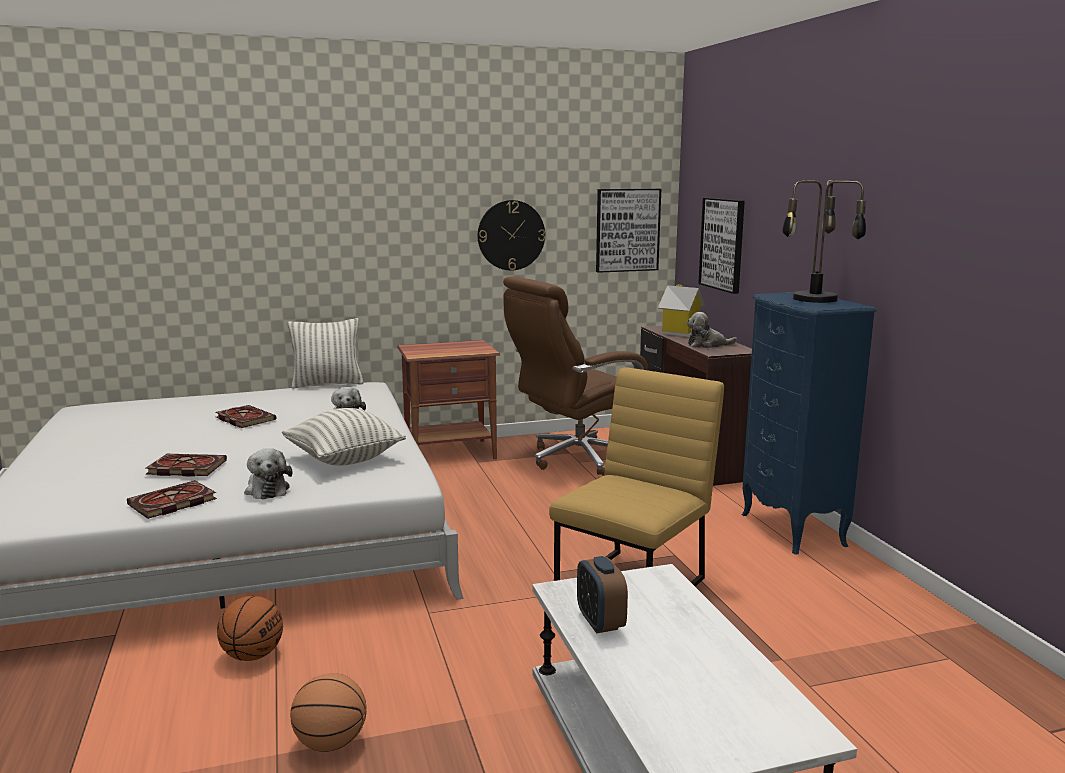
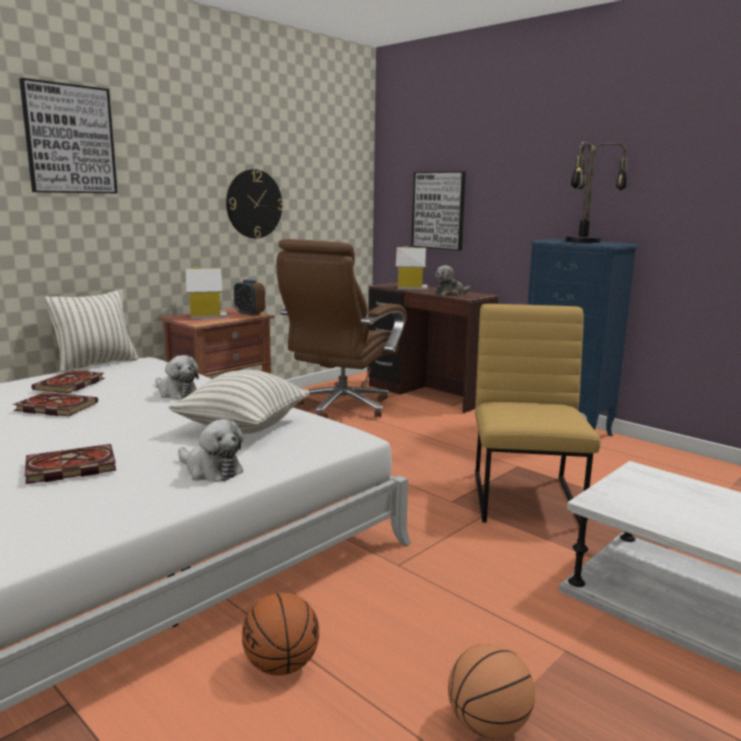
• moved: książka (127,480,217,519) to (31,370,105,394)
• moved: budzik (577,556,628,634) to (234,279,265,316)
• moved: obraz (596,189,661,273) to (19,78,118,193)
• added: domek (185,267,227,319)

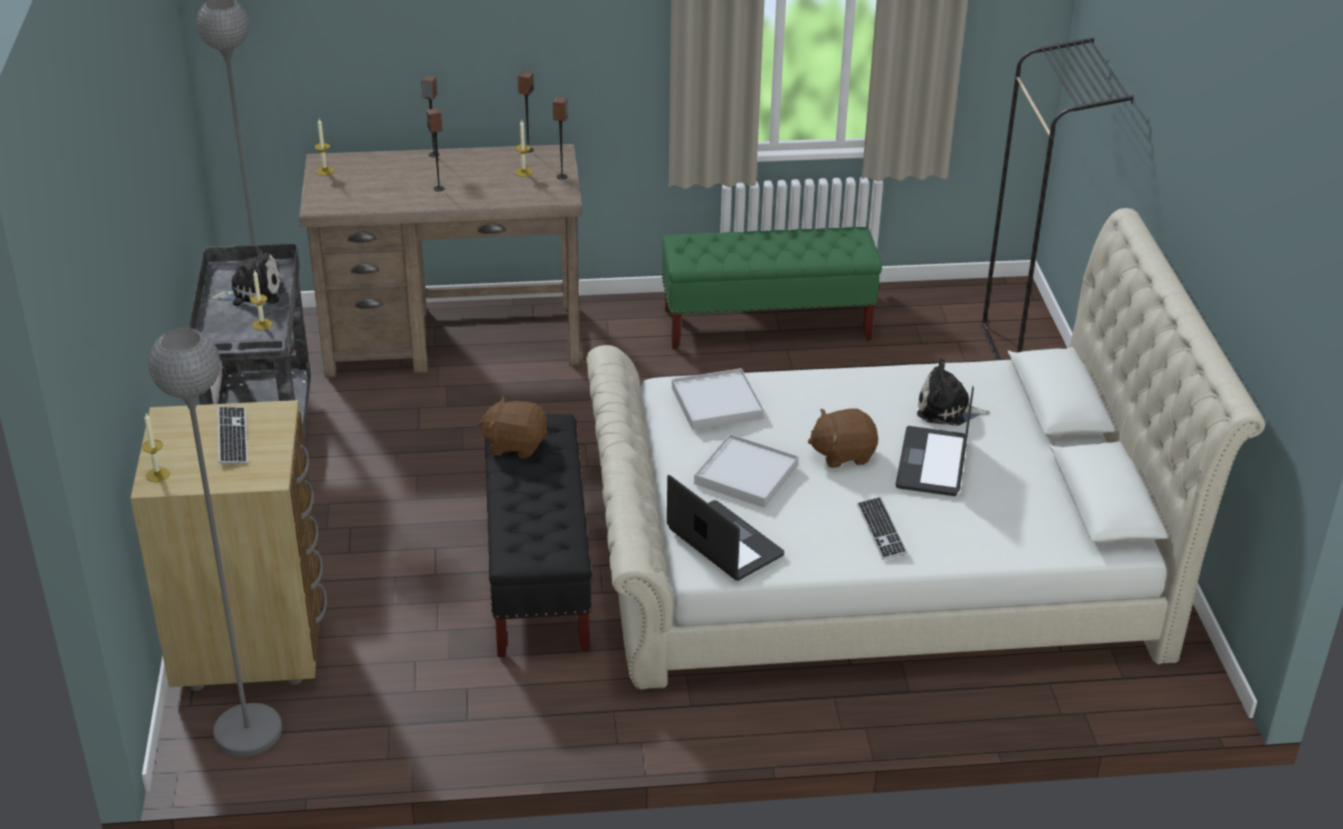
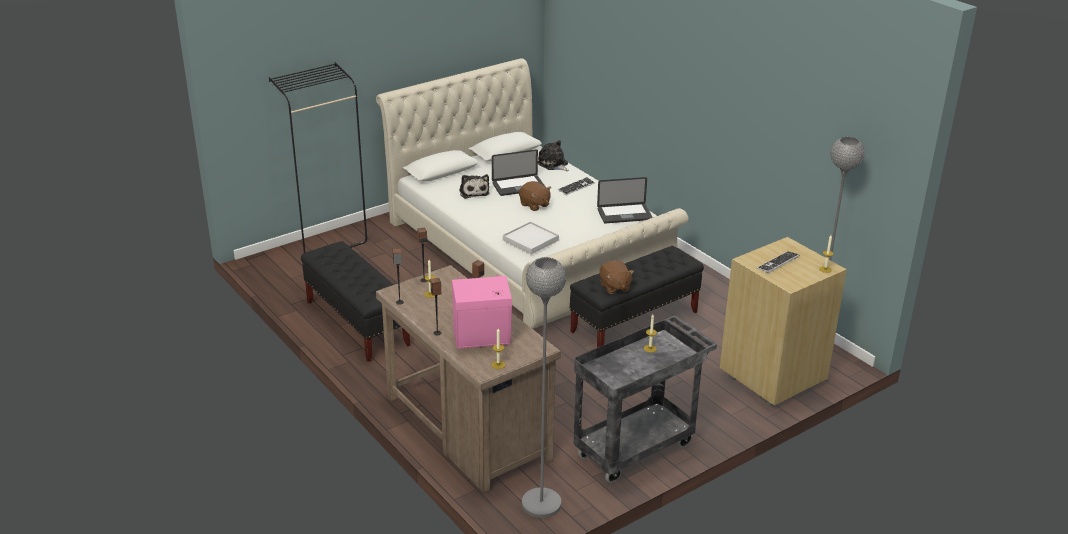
• moved: pluszak (211,245,281,307) to (538,140,569,171)
• recoloured: ławka (zielony) (661,227,882,349) to ławka (czarny) (301,241,410,362)
• turned: laptop (667,475,784,581) = (597,177,653,223) 120 degrees counterclockwise
• removed: taca (biały) (694,434,798,508)
• added: głośnik (różowy) (452,274,512,349)

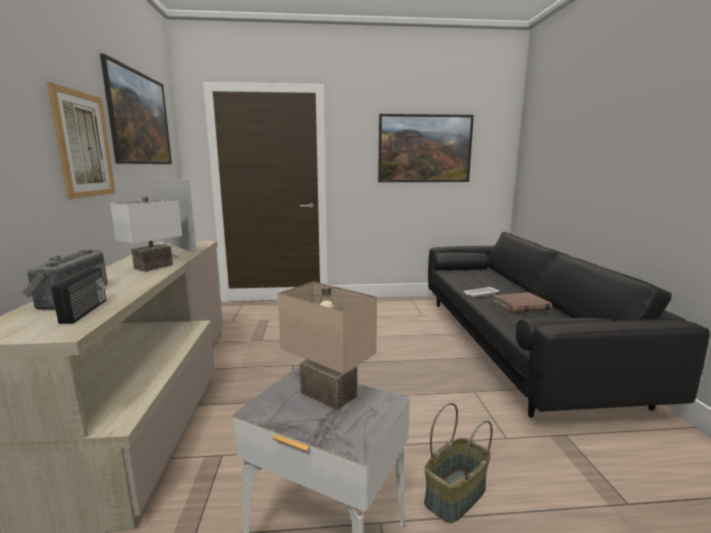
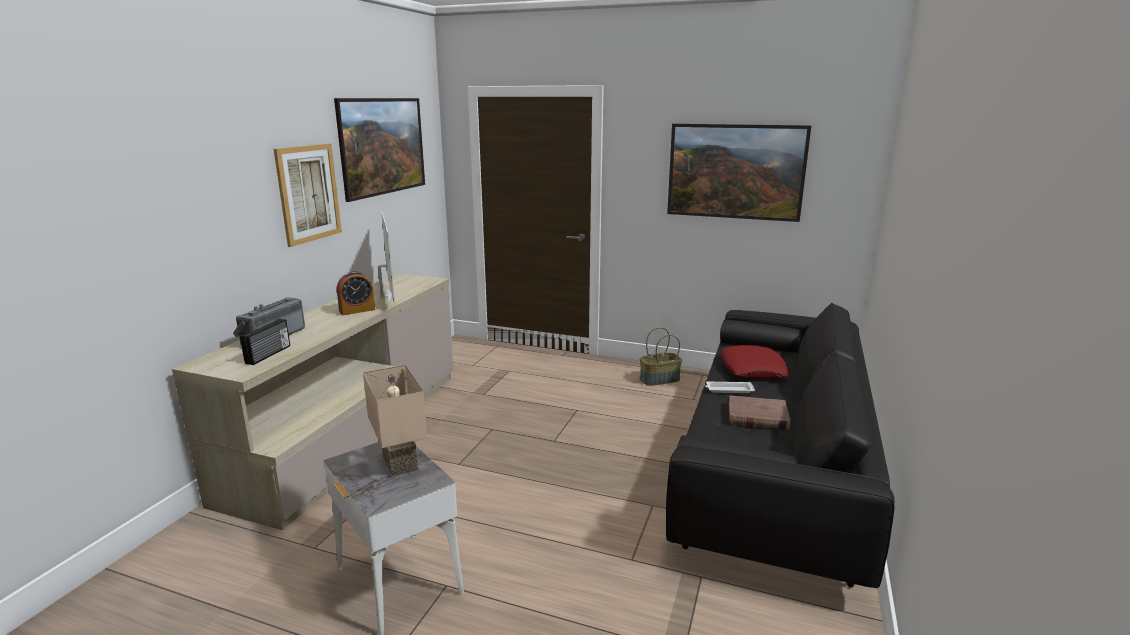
• replaced: lampa stołowa (biały) (110,196,182,272) to budzik (337,271,375,315)
• moved: koszyk (424,403,493,523) to (640,327,682,386)
• added: poduszka (czerwony) (722,345,789,379)

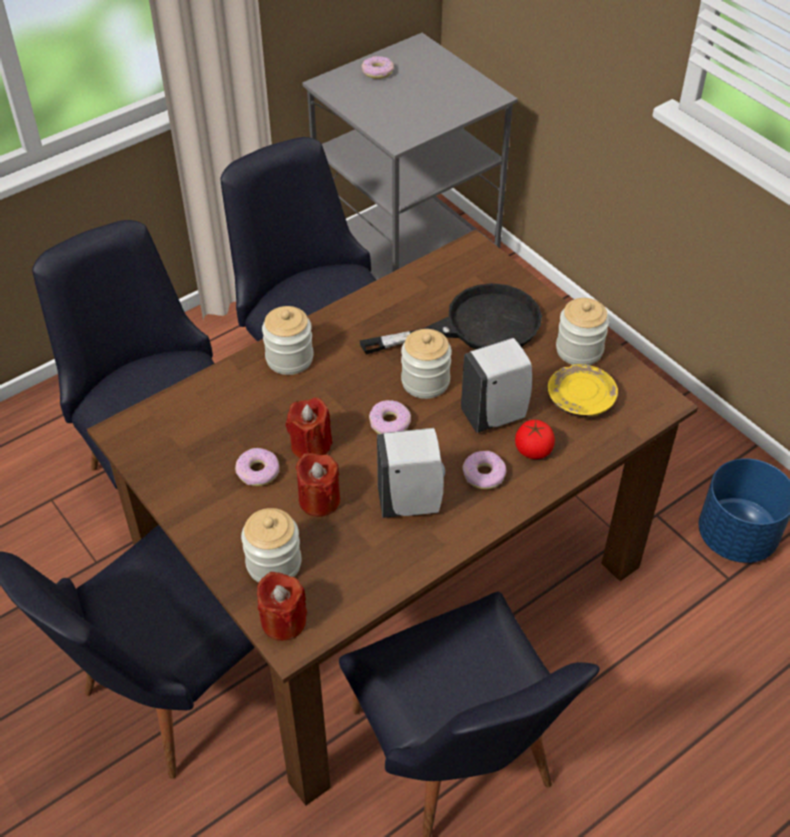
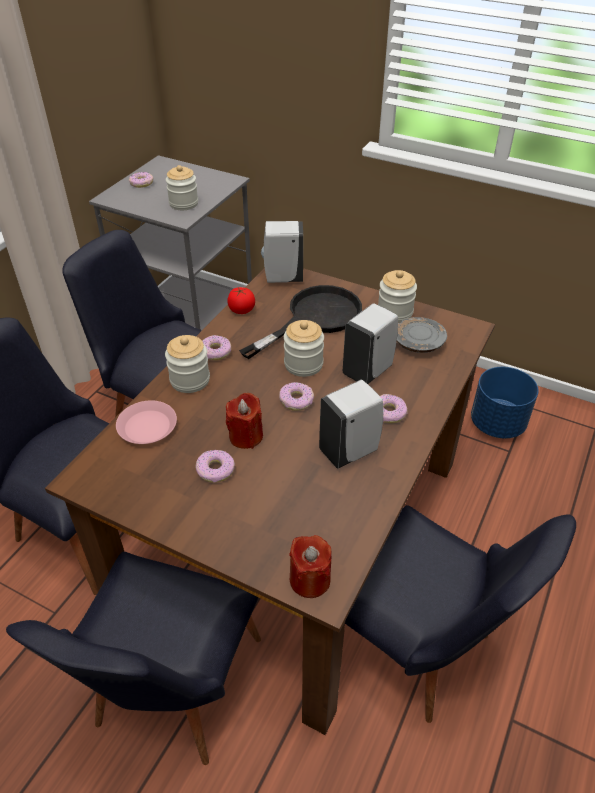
• moved: słoik (241,508,302,583) to (166,165,198,210)
• removed: świeca (czerwony) (296,453,340,517)
• moved: pomidor (515,420,555,459) to (227,287,255,314)
• recoloured: talerz (żółty) (548,364,618,417) to talerz (szary) (397,317,447,353)
• added: talerz (różowy) (116,400,177,444)
• added: donut (202,335,231,360)
• added: dozownik mydła (biały) (261,221,303,283)

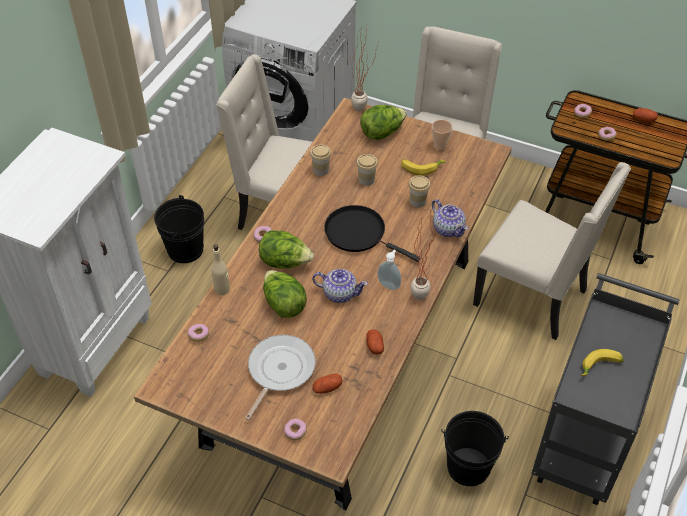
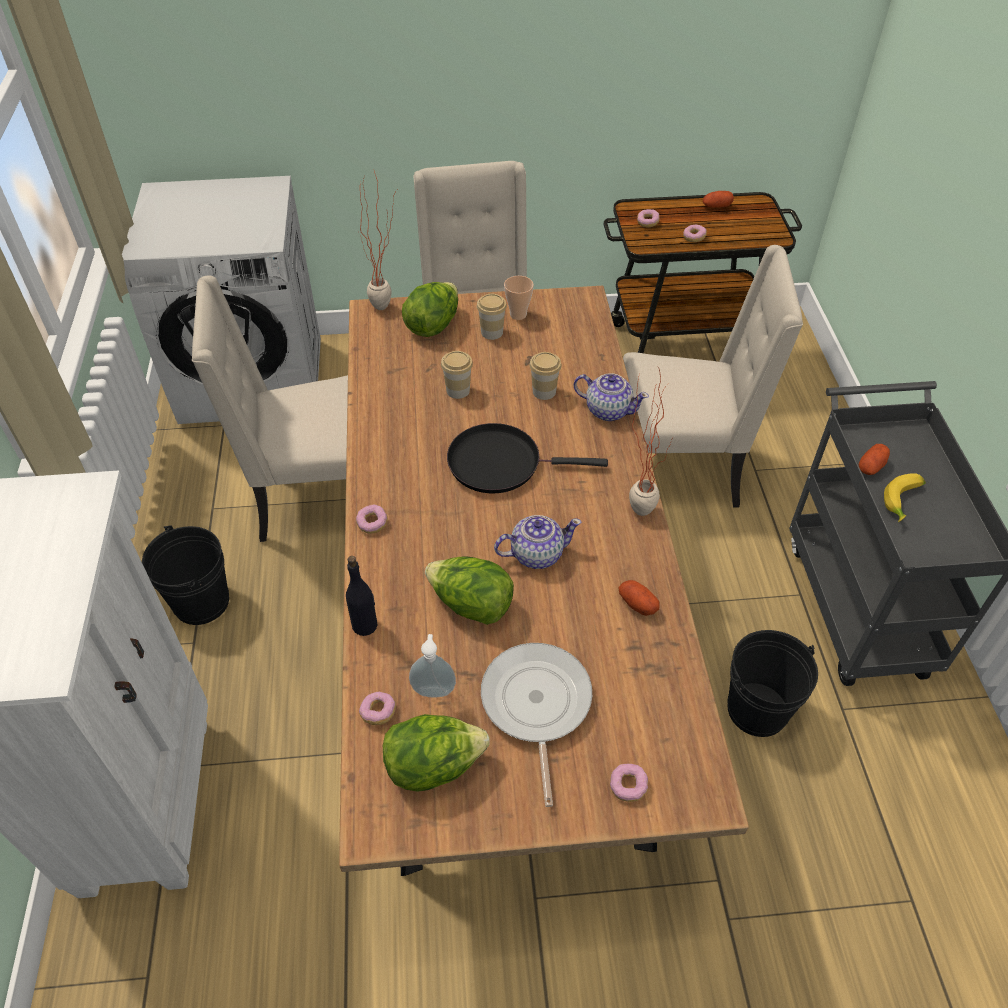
• recoloured: butelka (beżowy) (212,244,230,295) to butelka (czarny) (346,556,377,636)
• moved: sałata (259,230,314,269) to (383,714,490,792)
• moved: filiżanka (310,144,331,176) to (477,294,507,340)
• moved: ziemniak (313,374,343,394) to (859,444,890,475)
• moved: dozownik mydła (378,250,401,290) to (409,634,456,697)
• removed: banan (401,159,446,176)

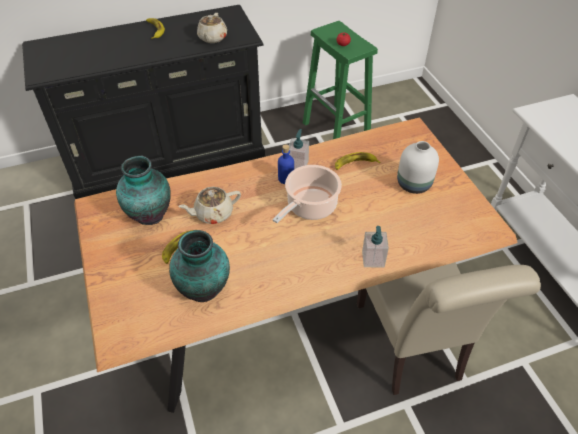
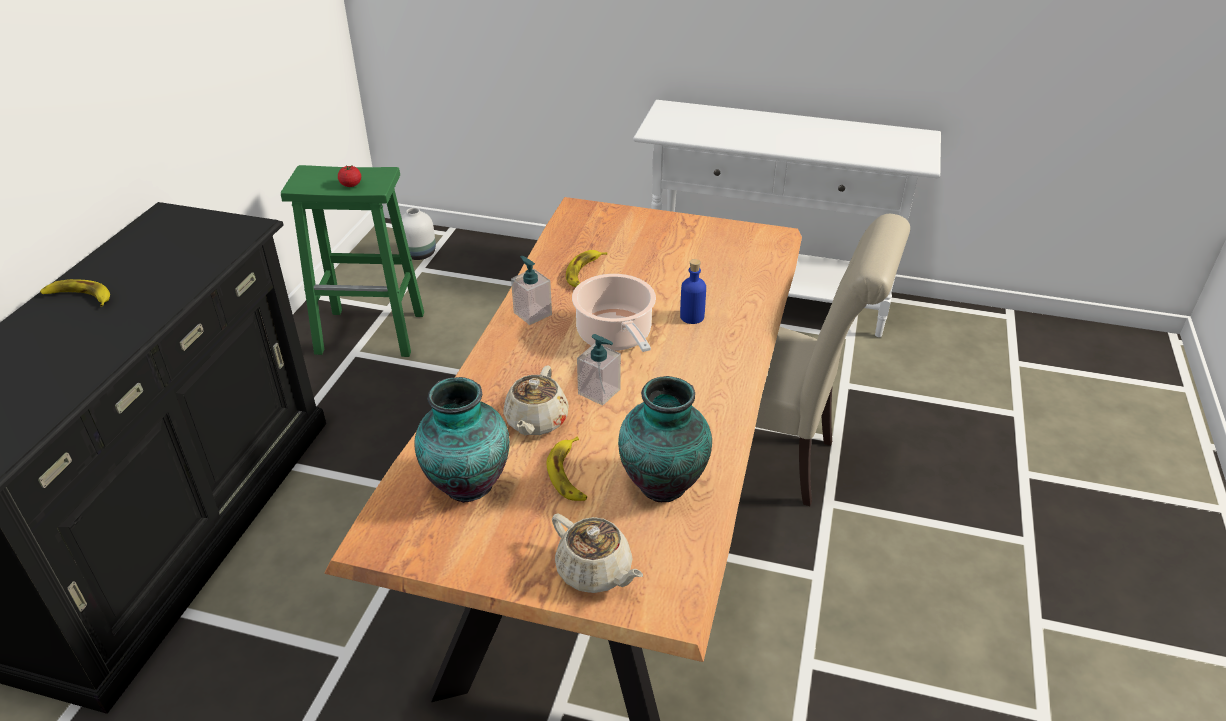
• moved: imbryk (beżowy) (197,13,227,43) to (552,513,643,593)
• moved: butelka (niebieski) (278,144,294,184) to (680,259,706,324)
• moved: dozownik mydła (362,226,389,267) to (577,334,621,405)
• moved: wazon (biały) (397,141,439,194) to (401,208,436,260)

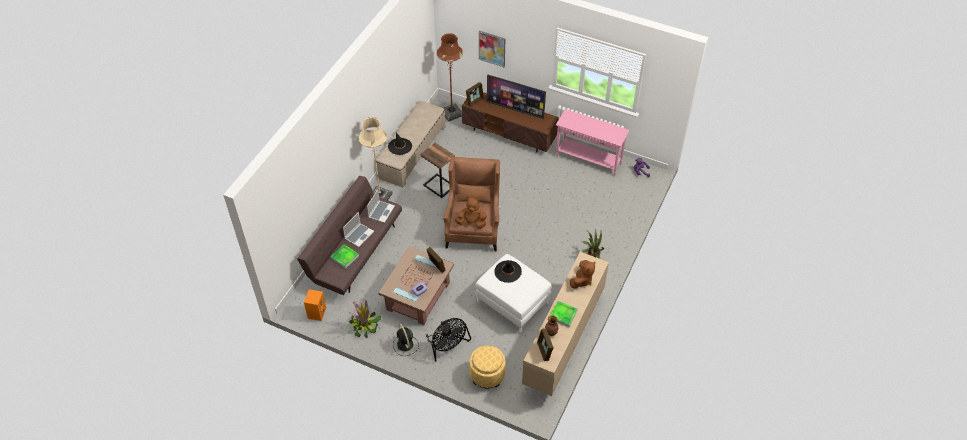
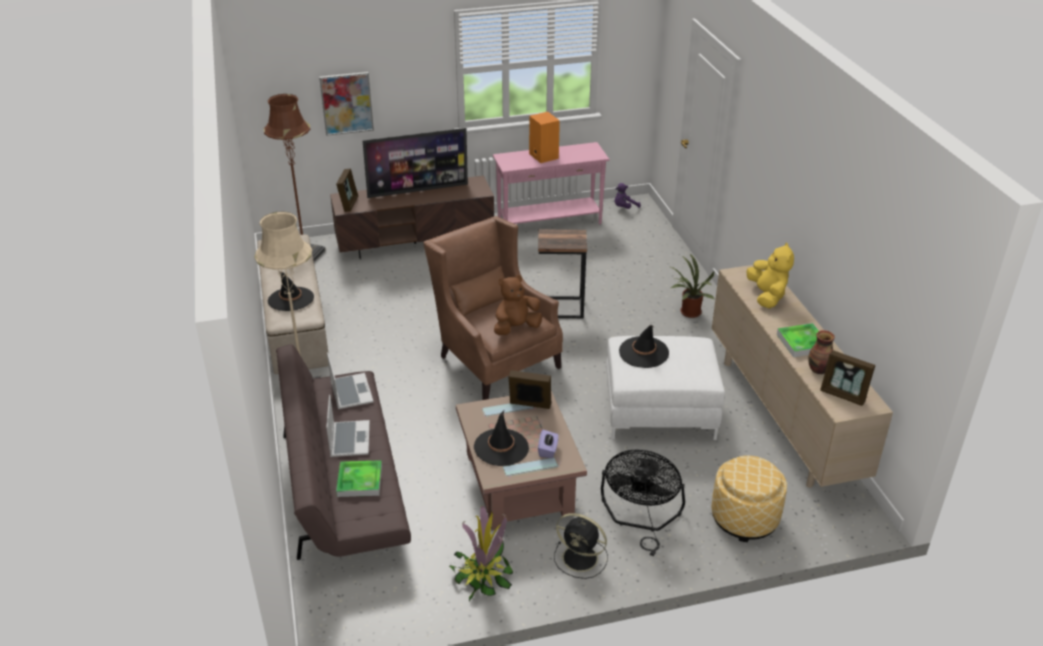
• moved: głośnik (pomarańczowy) (304,289,326,321) to (529,112,560,163)
• moved: stolik (421,143,455,198) to (538,229,587,318)
• turned: wentylator (czarny) (426,318,471,361) = (601,450,685,556) 90 degrees counterclockwise
• recoloured: pluszak (brązowy) (570,260,596,288) to pluszak (żółty) (746,242,794,309)
• added: kapelusz (czarny) (474,411,529,466)

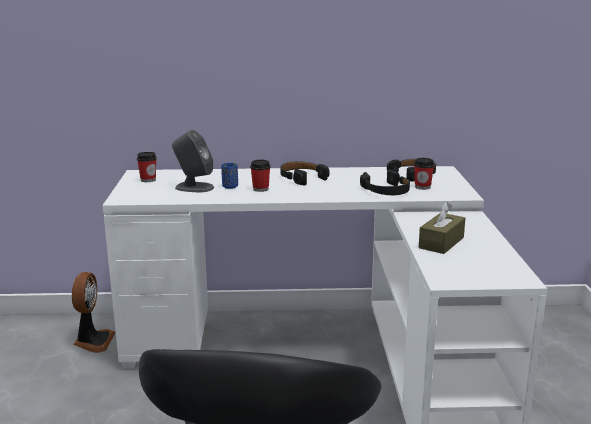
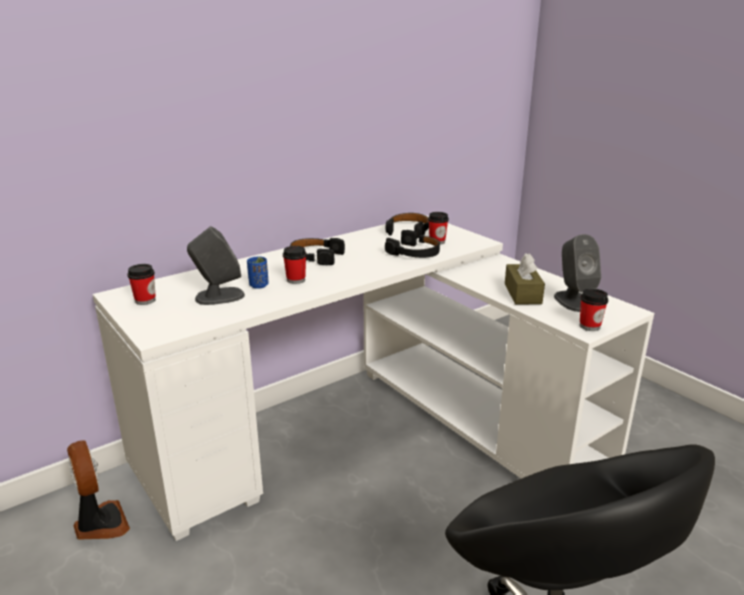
• added: głośnik (szary) (554,234,601,312)
• added: filiżanka (580,288,608,331)

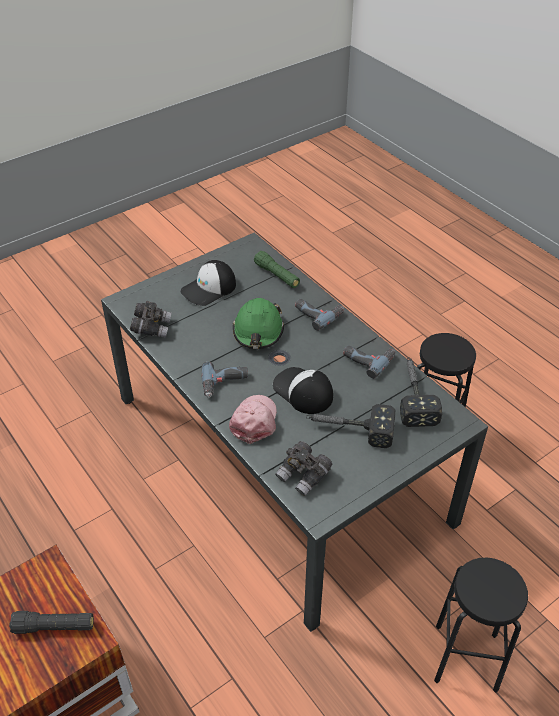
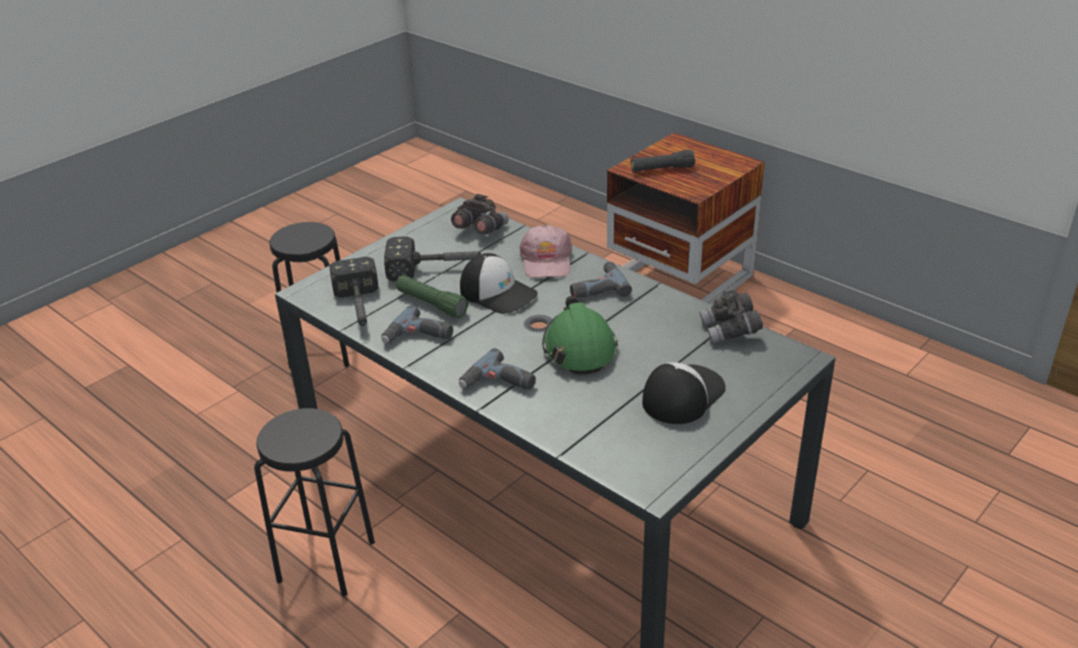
• moved: latarka (zielony) (254,251,300,288) to (396,275,469,318)

